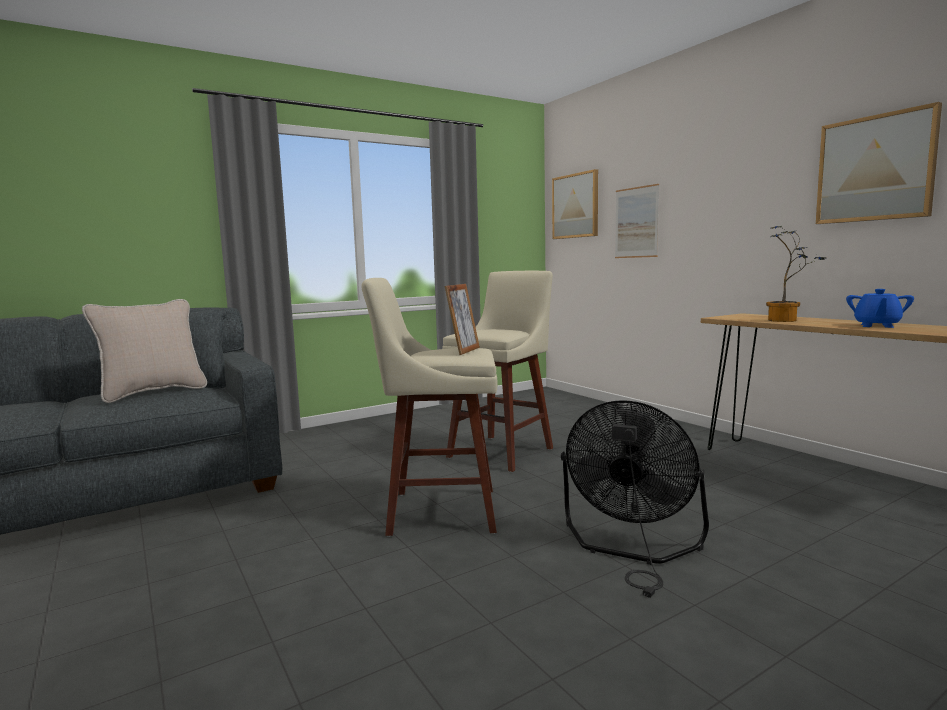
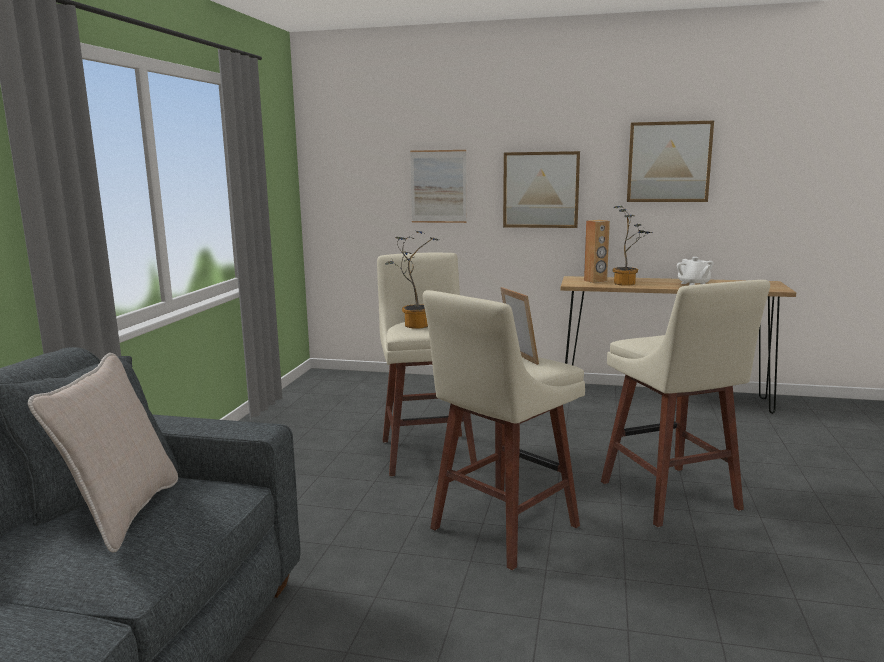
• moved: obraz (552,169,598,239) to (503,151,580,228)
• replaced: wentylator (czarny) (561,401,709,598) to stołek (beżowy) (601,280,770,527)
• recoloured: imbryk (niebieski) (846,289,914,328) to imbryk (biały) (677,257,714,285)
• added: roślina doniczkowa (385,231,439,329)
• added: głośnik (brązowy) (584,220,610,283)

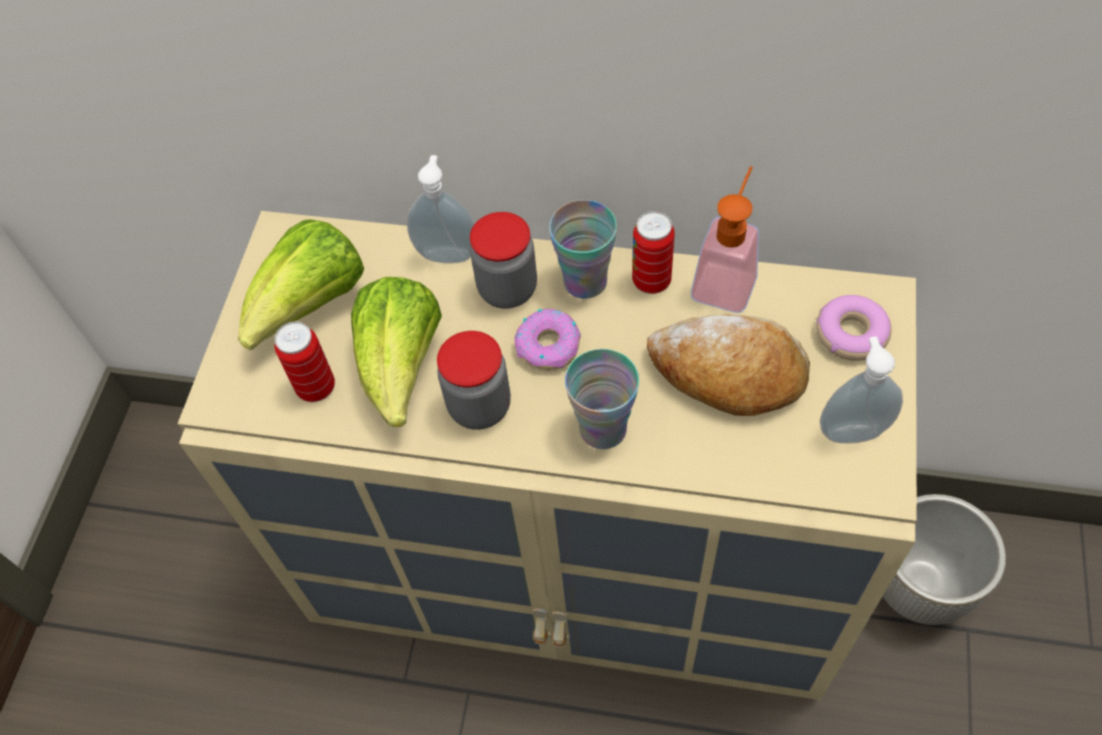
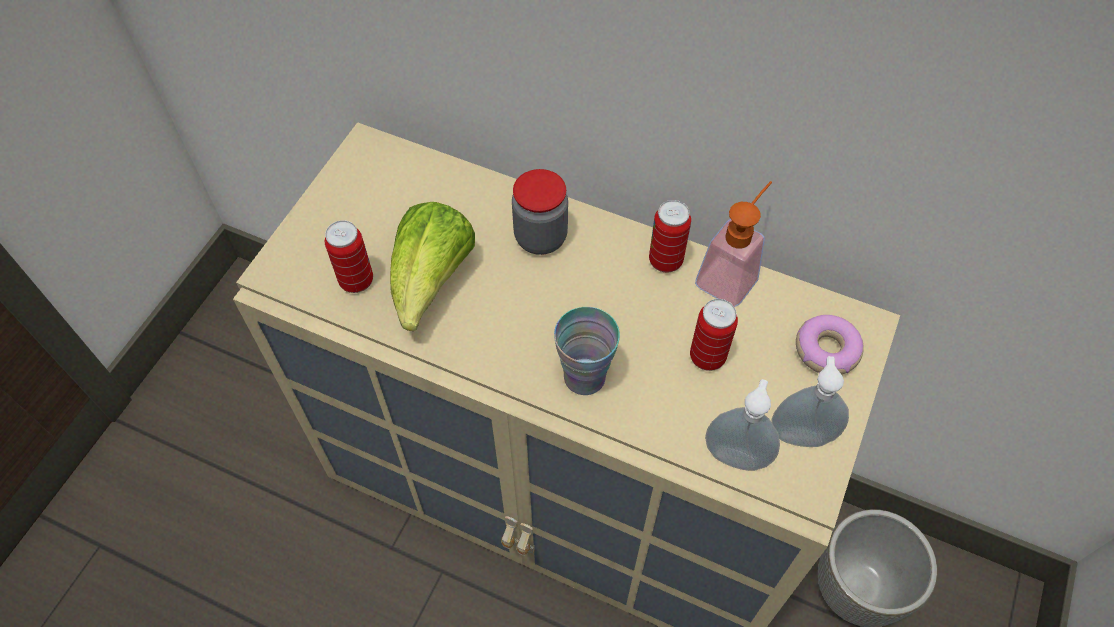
• removed: sałata (238,219,364,350)
• moved: dozownik mydła (407,155,474,263) to (705,379,780,471)
• removed: słoik (437,331,511,430)
• removed: donut (514,309,581,370)
• removed: filiżanka (549,200,617,299)
• replaced: chleb (647,314,810,416) to puszka (690,299,738,371)

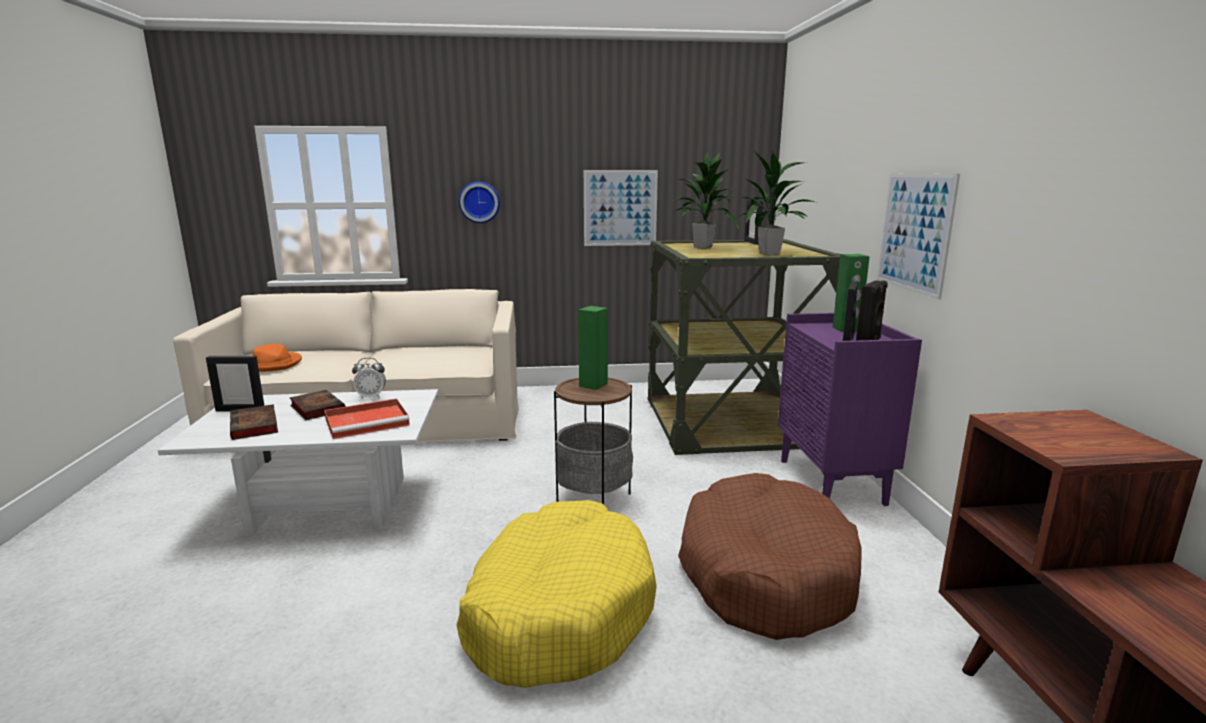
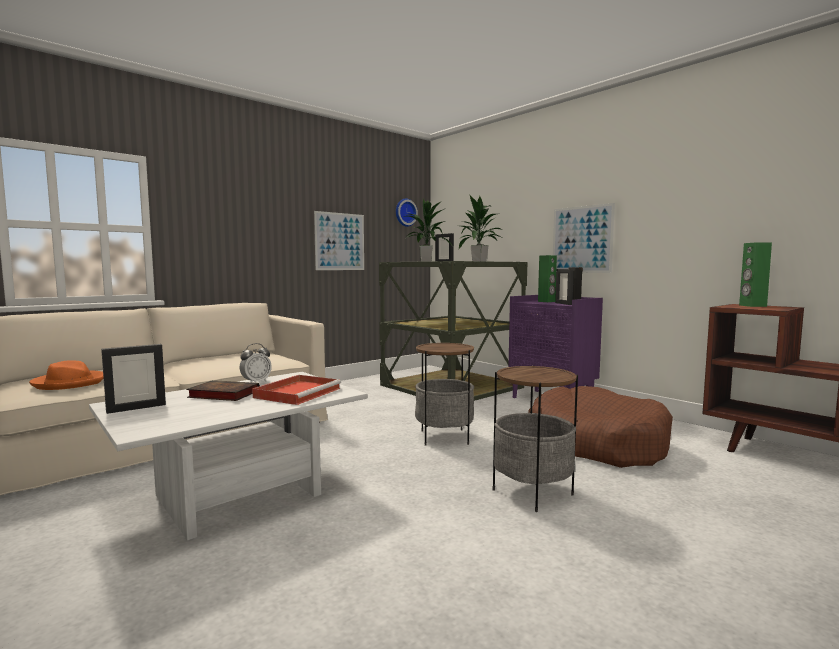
• removed: książka (230,404,278,440)
• replaced: legowisko (żółty) (457,500,657,688) to stolik (493,365,578,512)
• moved: zegar ścienny (459,181,500,223) to (396,198,418,227)
• moved: głośnik (zielony) (578,306,608,390) to (739,242,772,307)

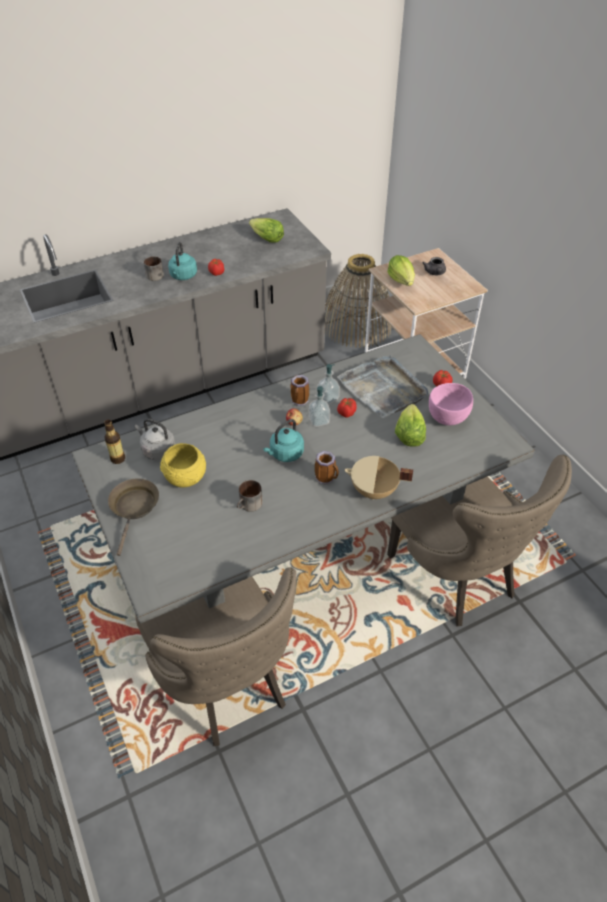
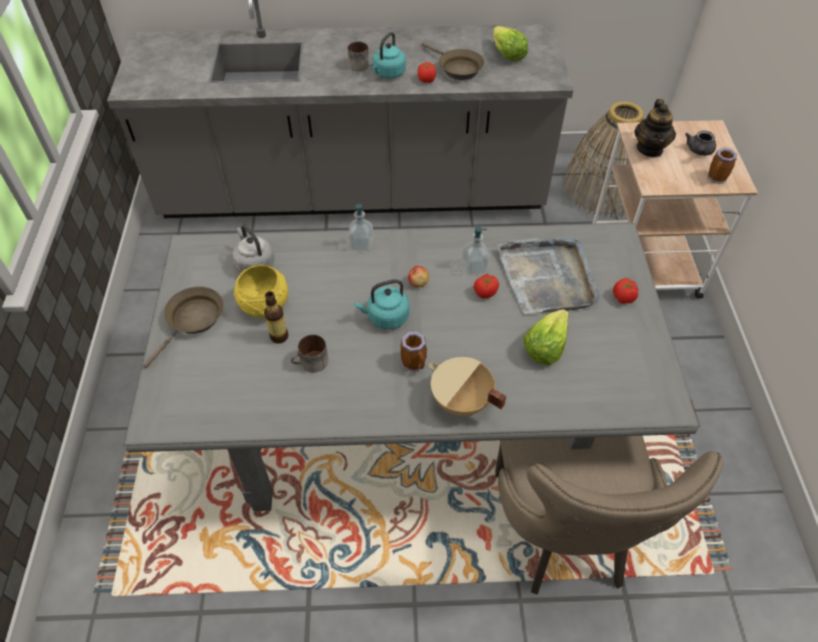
• moved: butelka (104,419,125,464) to (264,291,289,344)
• removed: krzesło (beżowy) (135,567,297,746)
• moved: kubek (291,375,309,406) to (707,148,737,184)
• moved: dozownik mydła (309,386,330,427) to (348,204,374,251)
• replaced: sałata (387,255,415,286) to imbryk (634,99,676,157)
• removed: miska (różowy) (429,383,473,425)
• added: patelnia (brązowy) (421,42,484,80)

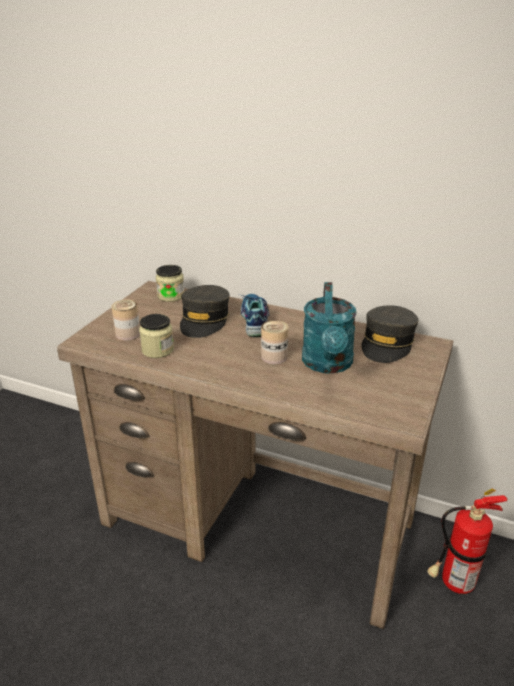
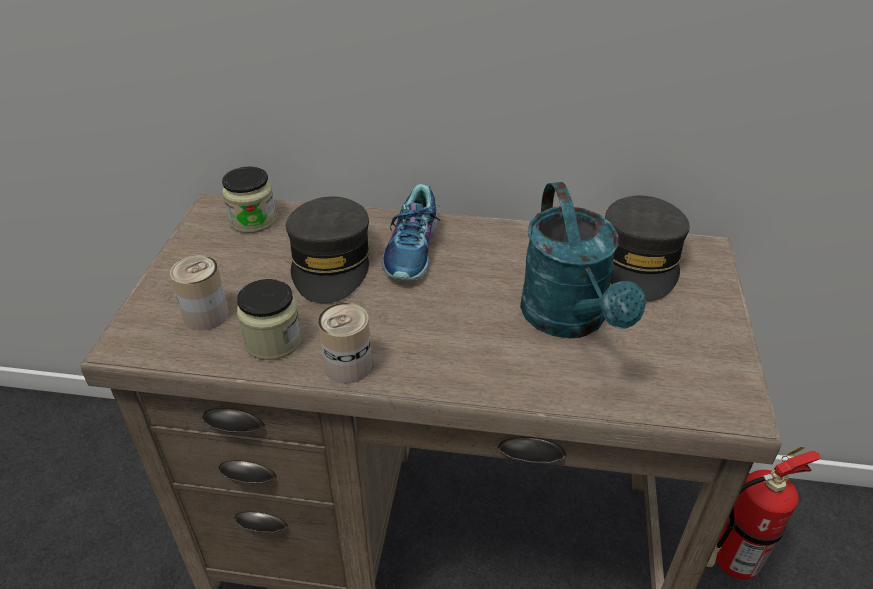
• turned: but (241,294,269,337) = (382,184,441,281) 150 degrees counterclockwise
• moved: puszka (261,320,288,364) to (318,303,372,383)

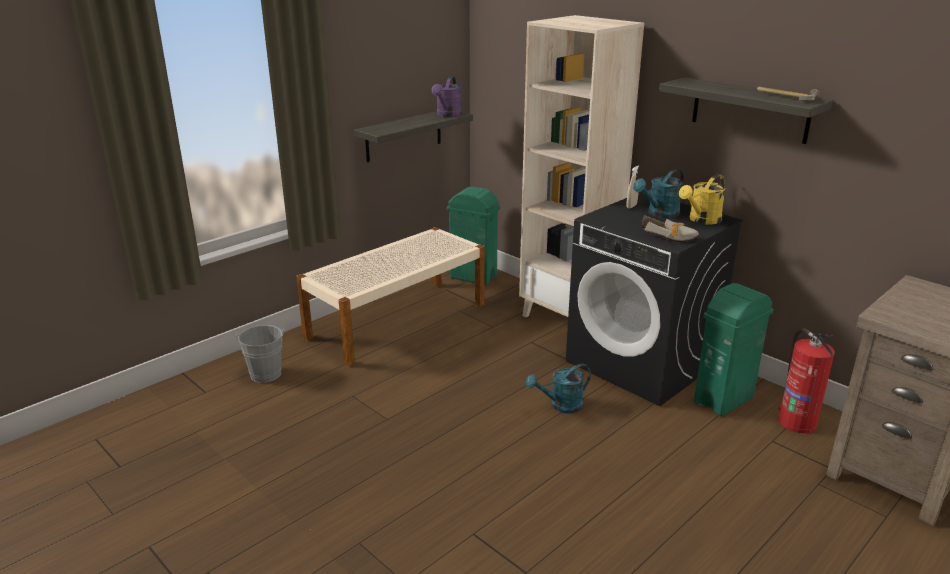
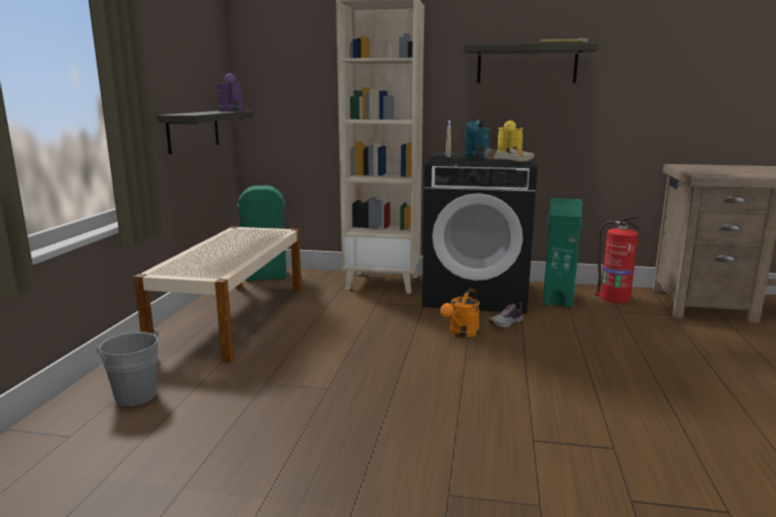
• recoloured: konewka (turkusowy) (526,364,591,413) to konewka (pomarańczowy) (440,289,480,337)
• added: but (489,302,523,328)

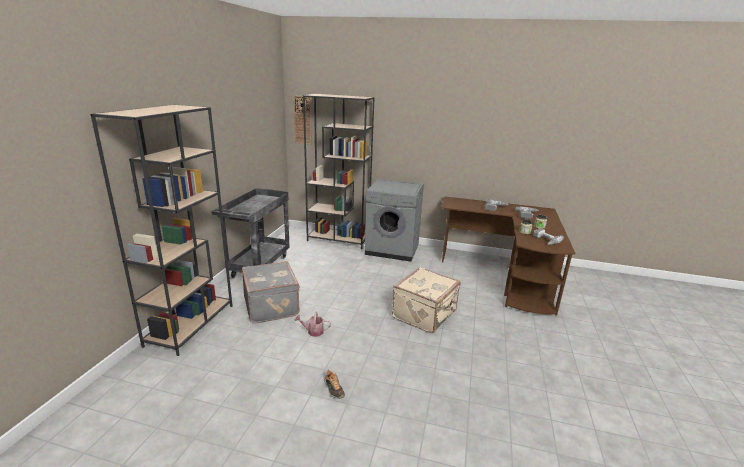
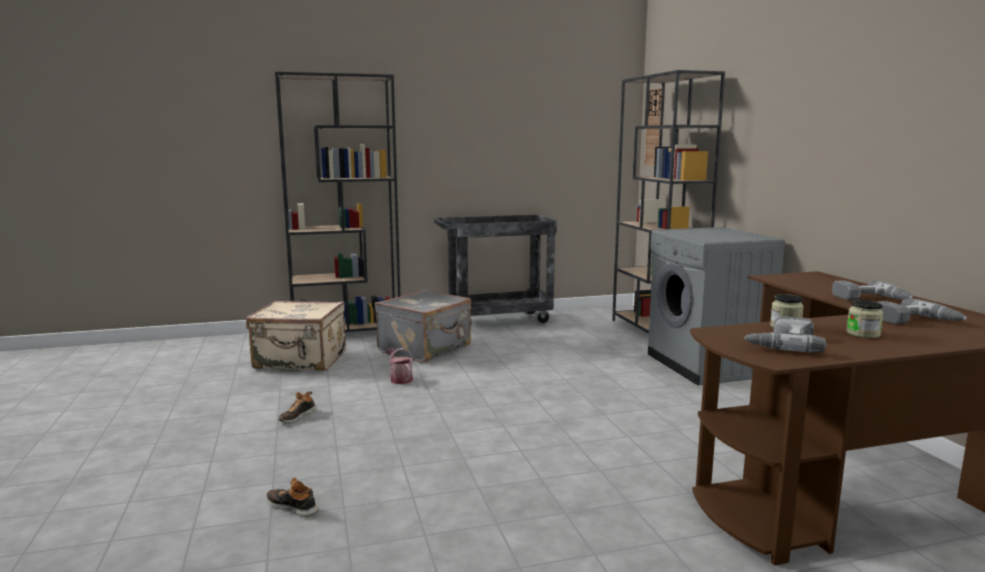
• moved: walizka (beżowy) (392,267,460,333) to (246,300,346,371)
• added: but (266,478,318,517)

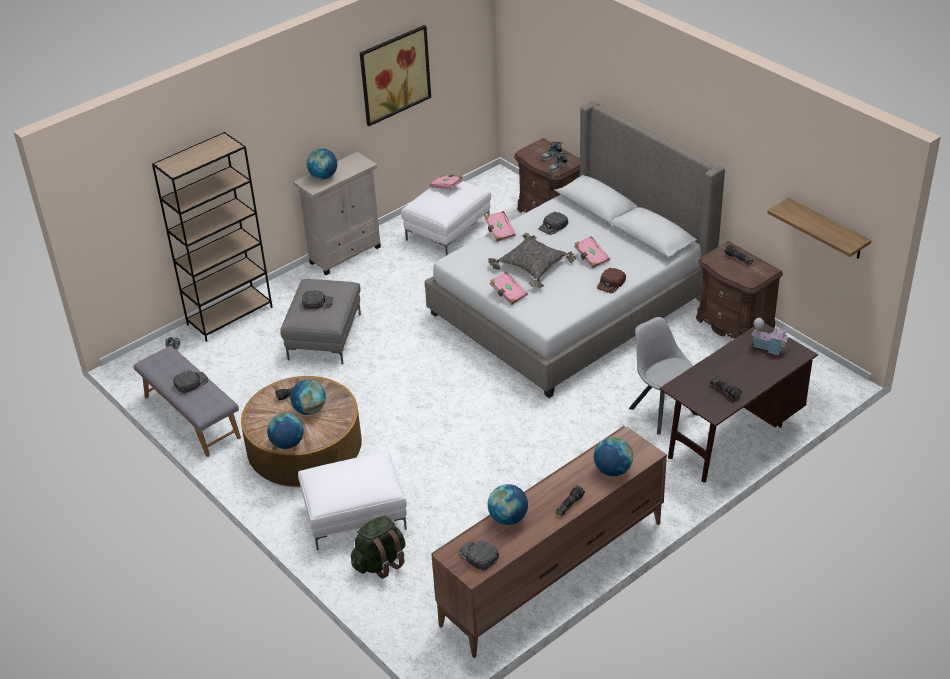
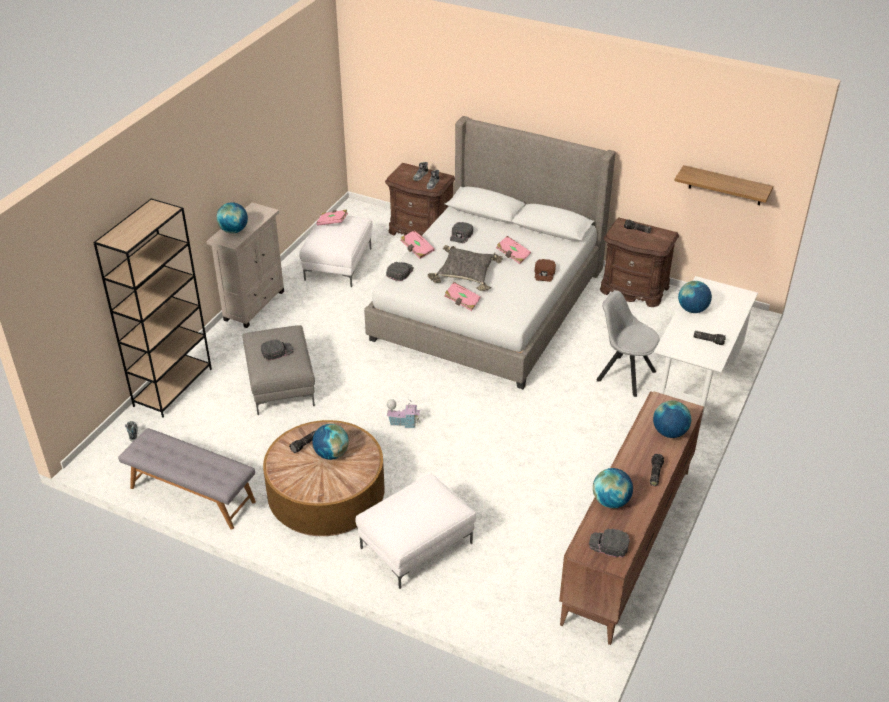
• moved: czapka z daszkiem (czarny) (173,370,208,394) to (386,262,414,282)
• moved: globus (267,413,304,449) to (678,281,712,313)
• removed: plecak (zielony) (351,516,406,579)
• removed: obraz (360,25,431,126)
• recoloured: biurko (brązowy) (660,323,818,483) to biurko (biały) (654,276,758,427)
• moved: domek (751,318,789,355) to (387,399,420,428)

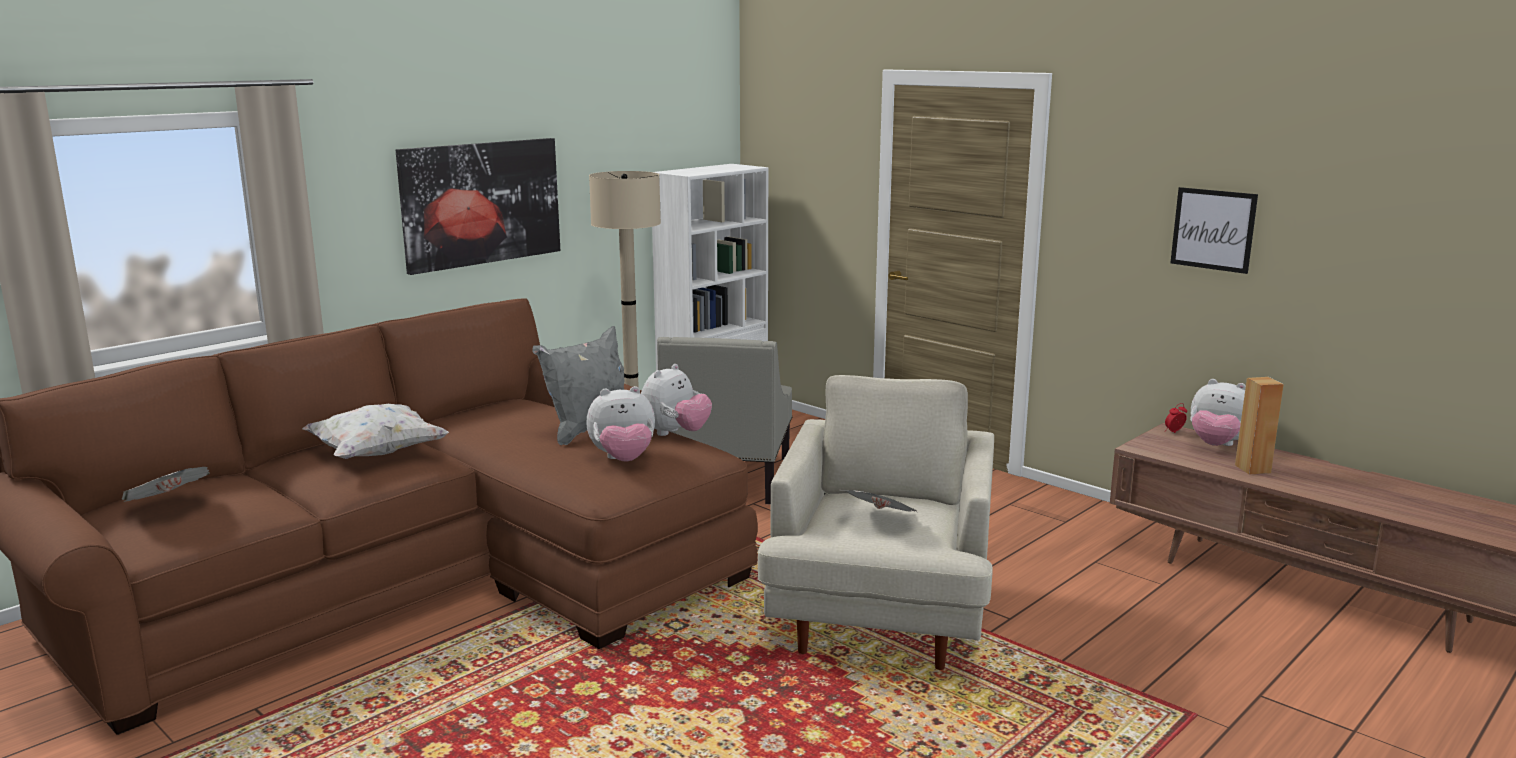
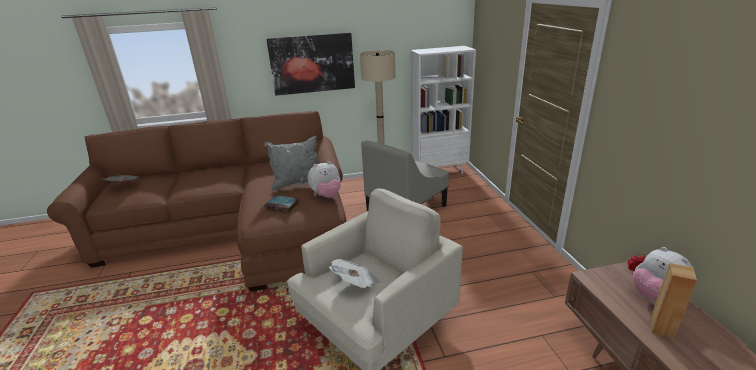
• removed: poduszka (biały) (302,404,449,459)
• replaced: pluszak (586,386,655,461) to książka (264,195,299,213)
• removed: obraz (1170,187,1258,274)

